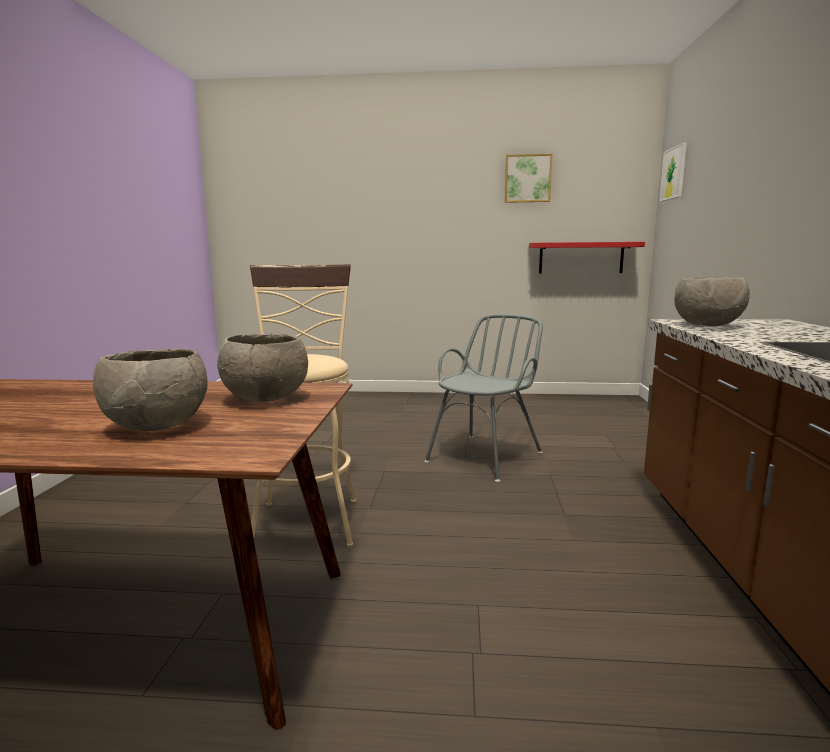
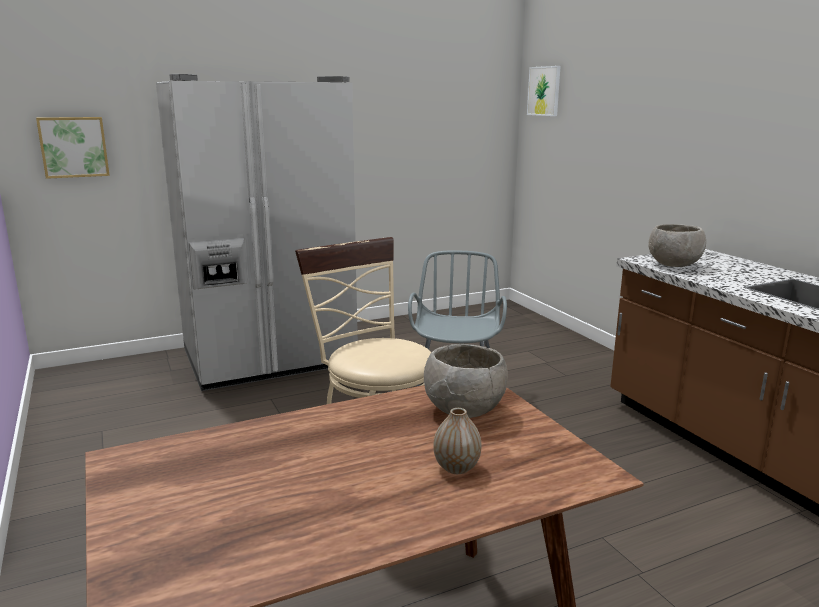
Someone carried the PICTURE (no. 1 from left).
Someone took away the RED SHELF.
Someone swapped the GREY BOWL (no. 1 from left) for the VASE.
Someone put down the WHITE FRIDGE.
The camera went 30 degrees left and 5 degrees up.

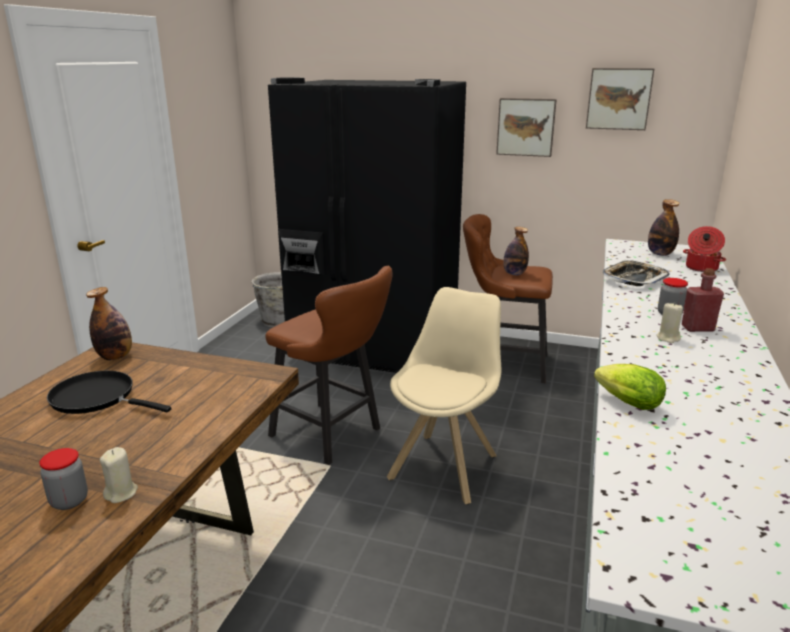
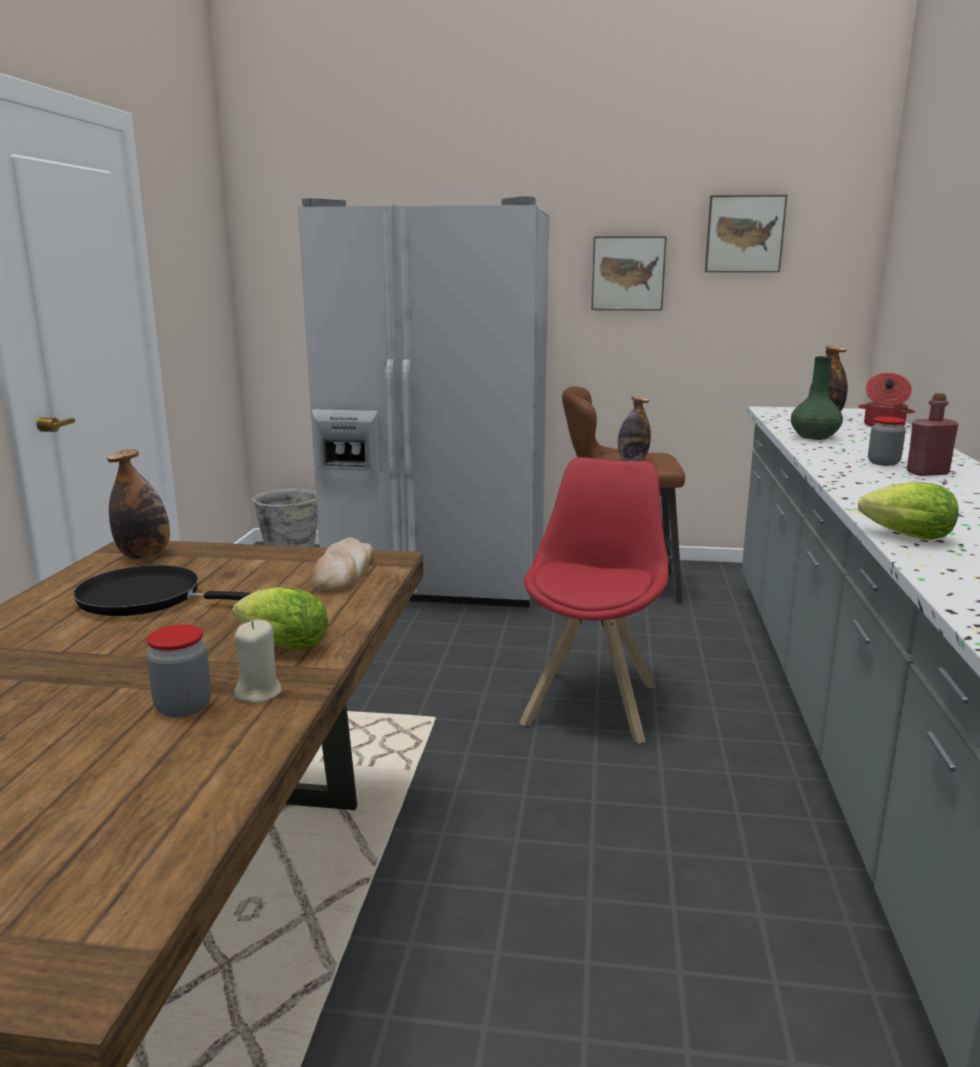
Someone repainted the BLACK FRIDGE, which became the WHITE FRIDGE.
Someone swapped the TRAY for the GREEN VASE.
Someone took away the BROWN STOOL (no. 1 from left).
Someone repainted the BEIGE CHAIR, which became the RED CHAIR.
Someone took away the BEIGE CANDLE (no. 2 from left).
Someone put down the BREAD.
Someone put down the LETTUCE (no. 1 from left).
The camera went 10 degrees left and 5 degrees down.

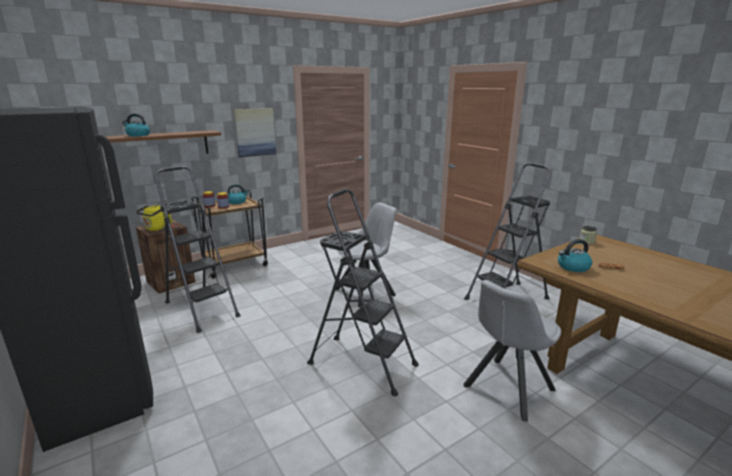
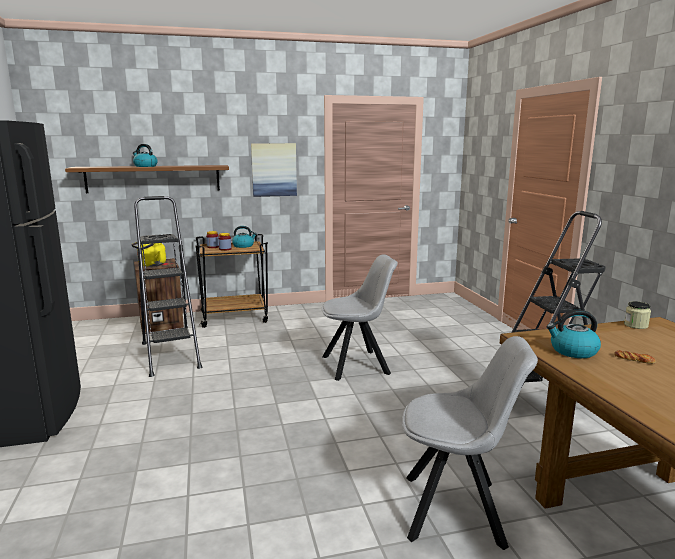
Someone took away the STEP LADDER (no. 2 from left).
Someone rotated the GREY CHAIR (no. 2 from left) by 150 degrees counterclockwise.
The camera went 20 degrees right and 5 degrees down.

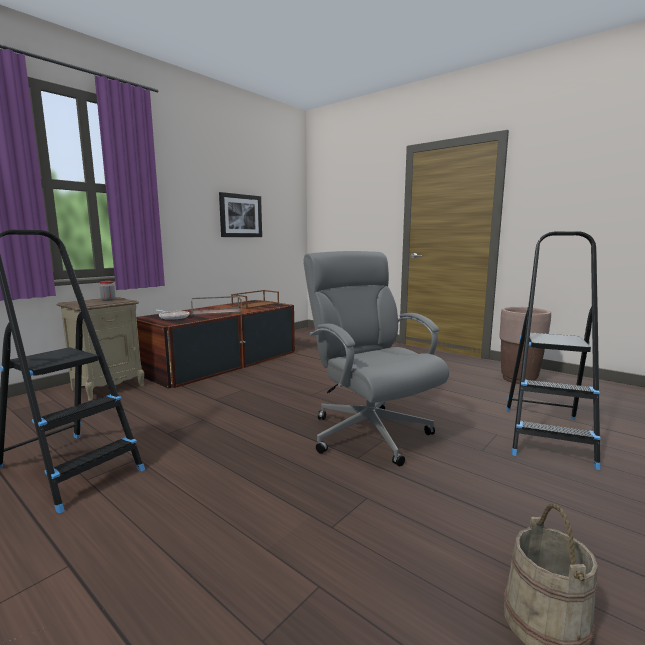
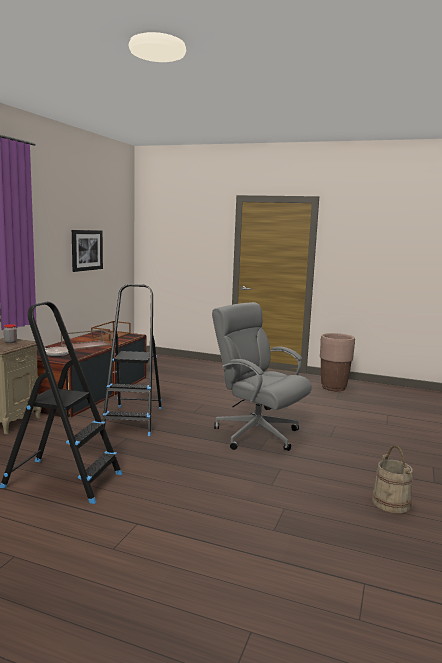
Someone carried the BLACK STEP LADDER (no. 2 from left).
The camera went 20 degrees left and 0 degrees up.

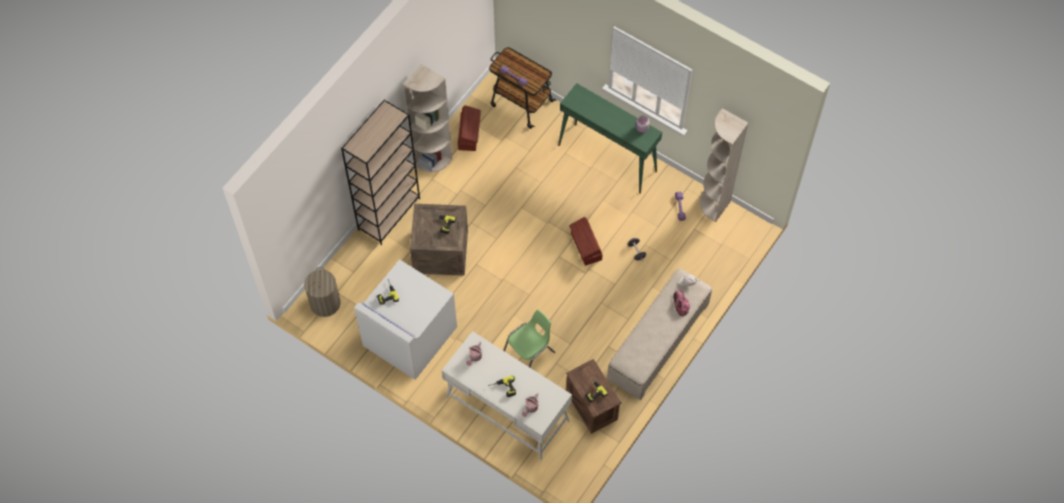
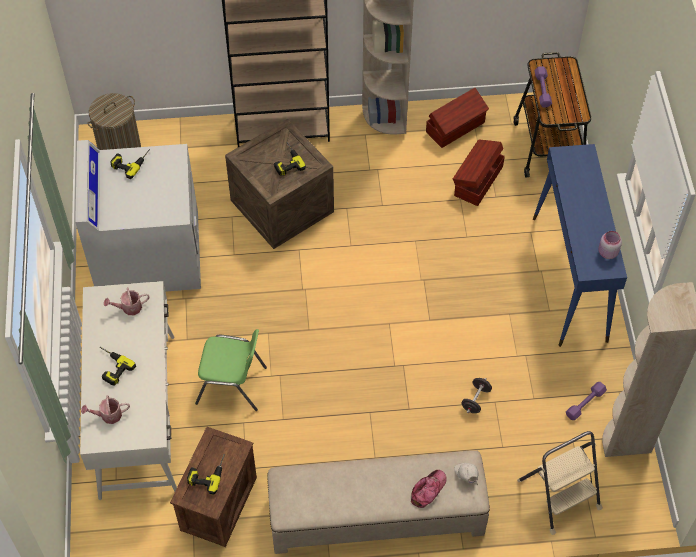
Someone repainted the GREEN CONSOLE TABLE, which became the BLUE CONSOLE TABLE.
Someone carried the BROWN STORAGE BOX (no. 2 from left).
Someone put down the BEIGE STEP LADDER.
The camera went 50 degrees right and 5 degrees down.

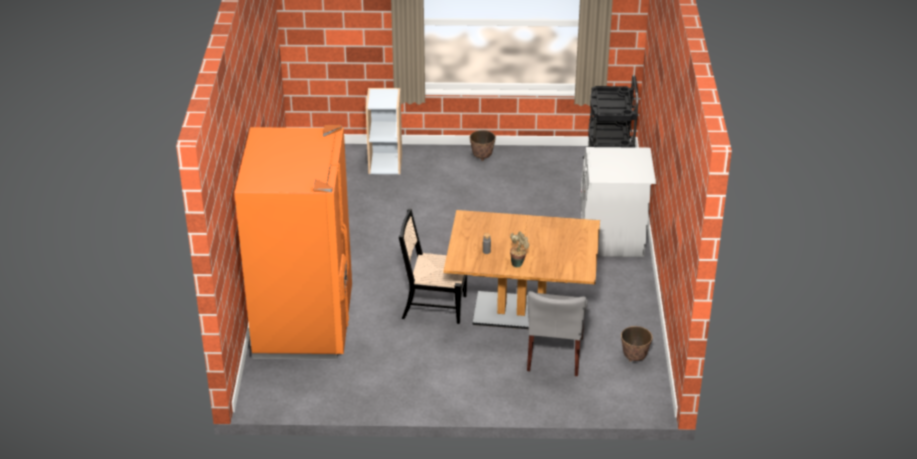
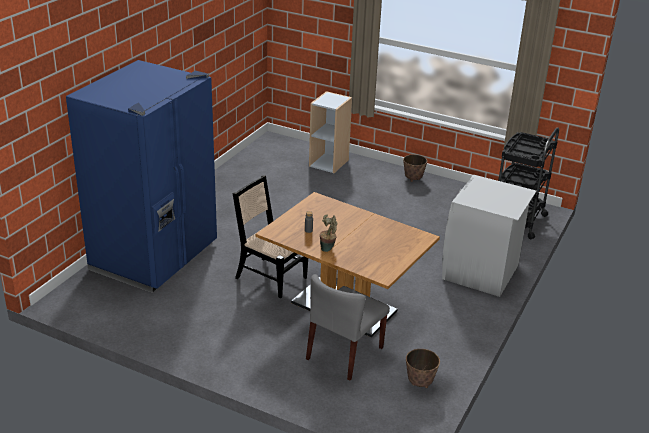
Someone repainted the ORANGE FRIDGE, which became the BLUE FRIDGE.
The camera went 25 degrees right and 5 degrees down.

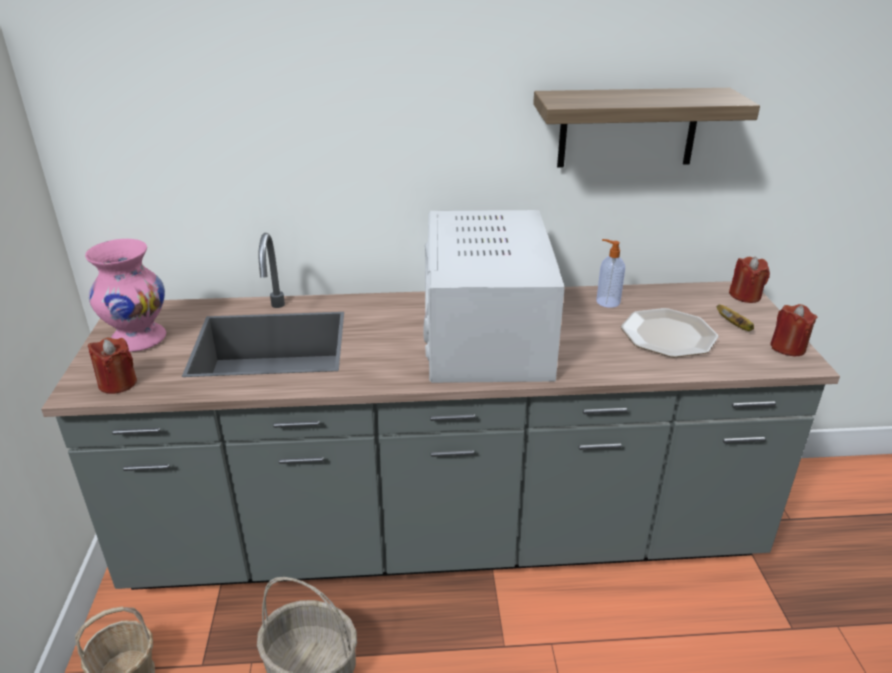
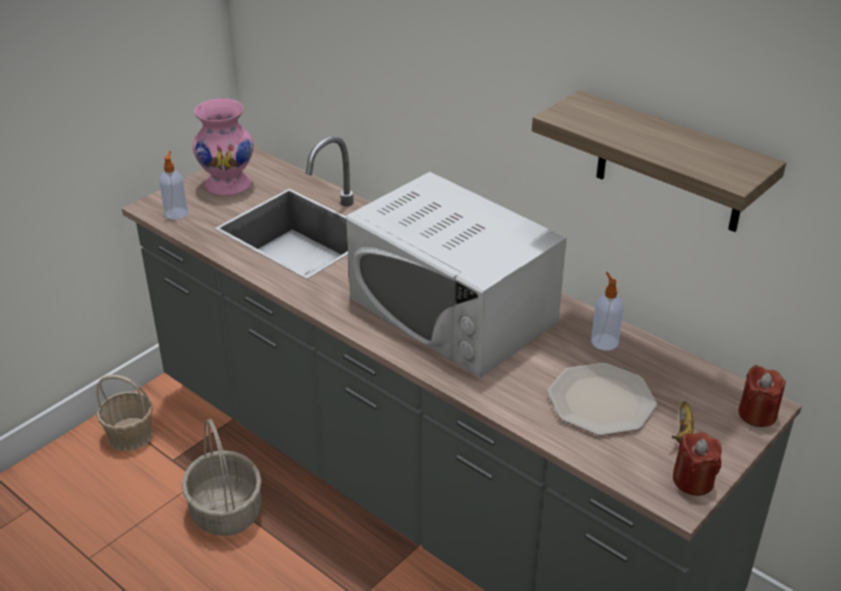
Someone rotated the WHITE MICROWAVE by 90 degrees counterclockwise.
Someone swapped the RED CANDLE (no. 1 from left) for the SOAP DISPENSER (no. 1 from left).
The camera went 45 degrees right and 5 degrees up.

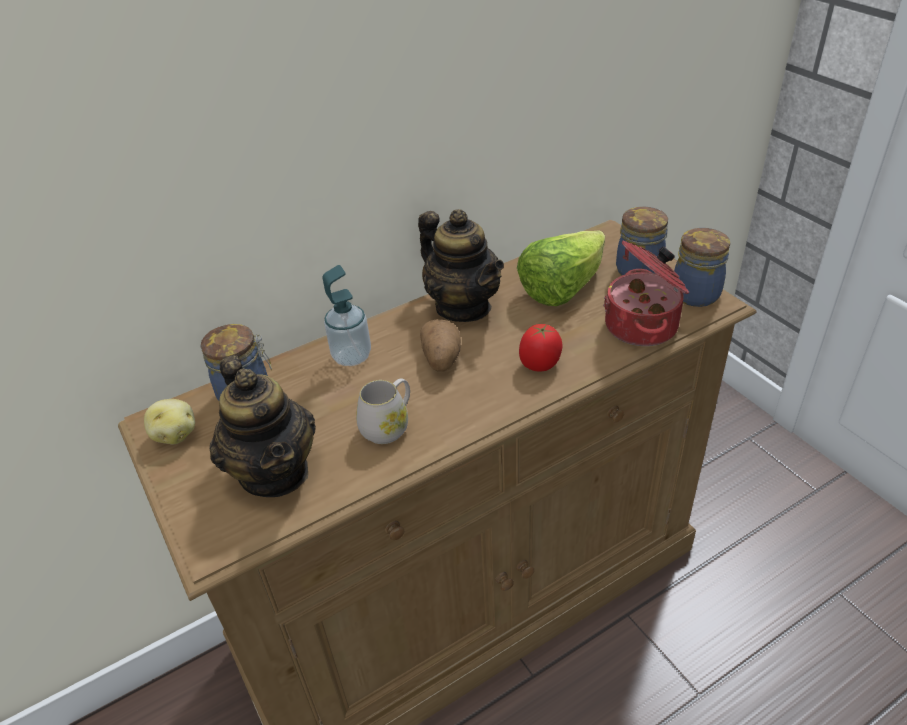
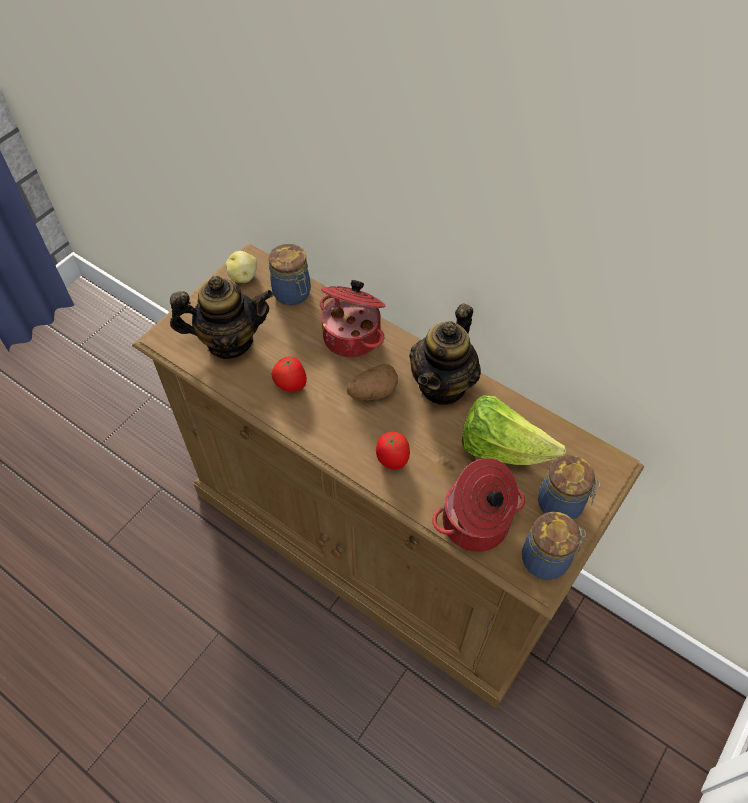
Someone swapped the SOAP DISPENSER for the COOKING POT (no. 1 from left).
Someone rotated the TEAPOT (no. 1 from left) by 135 degrees counterclockwise.
Someone swapped the WHITE MUG for the TOMATO (no. 1 from left).
The camera went 65 degrees right and 15 degrees up.

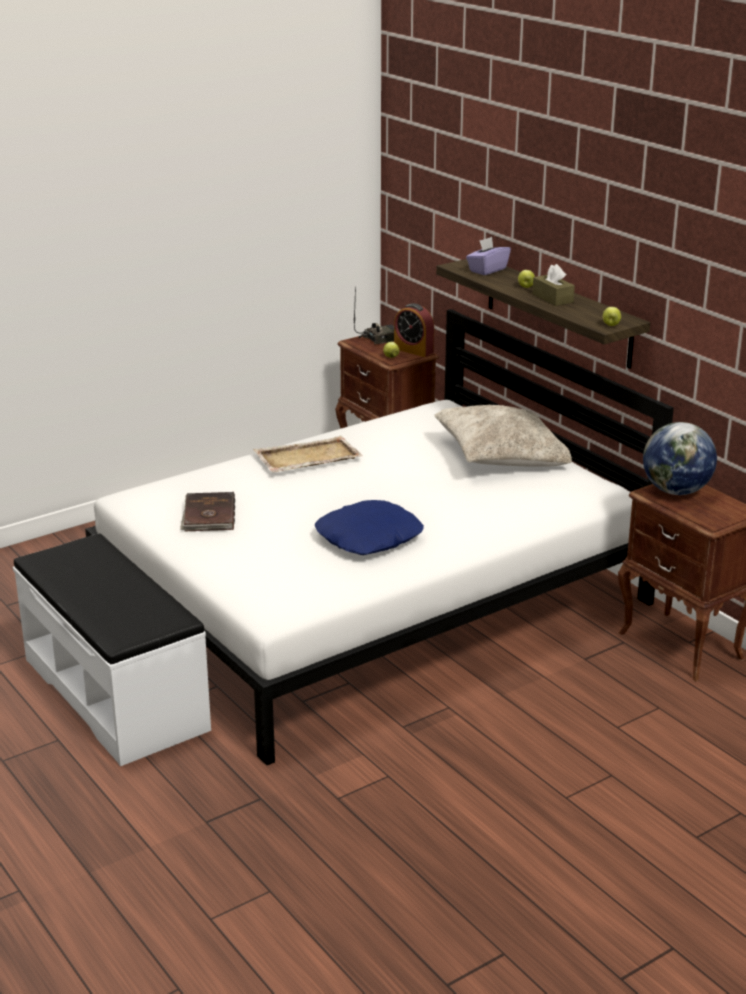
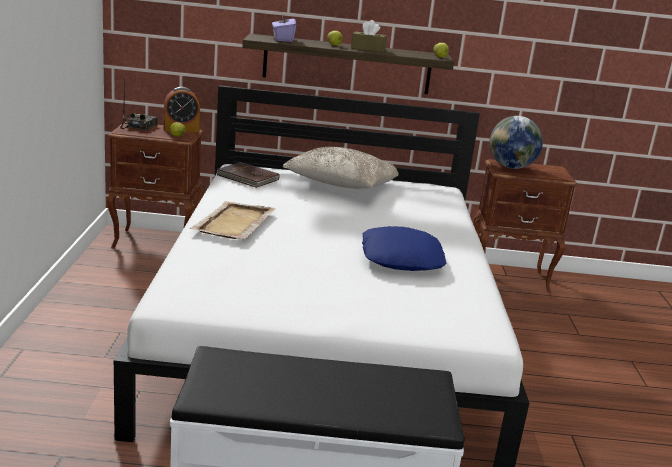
Someone carried the BROWN BOOK.
The camera went 55 degrees left and 5 degrees down.

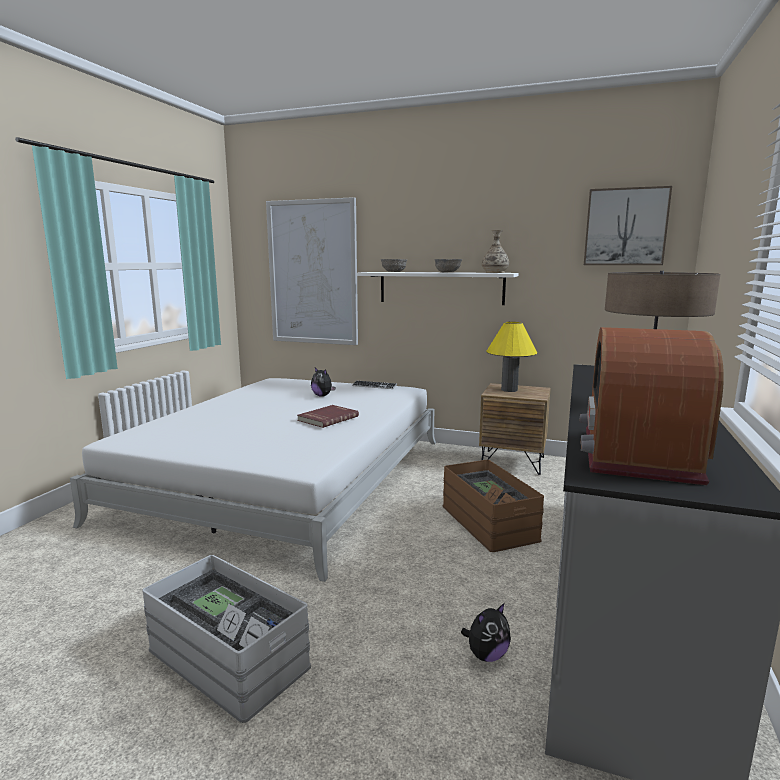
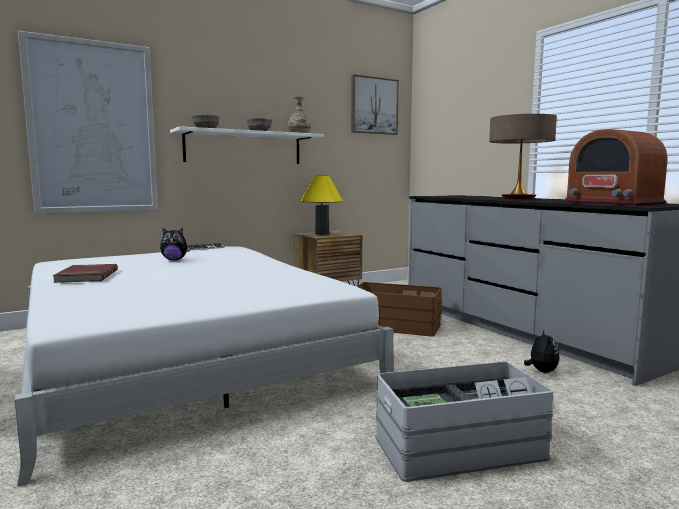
Someone carried the RED BOOK.
The camera went 50 degrees left and 5 degrees down.

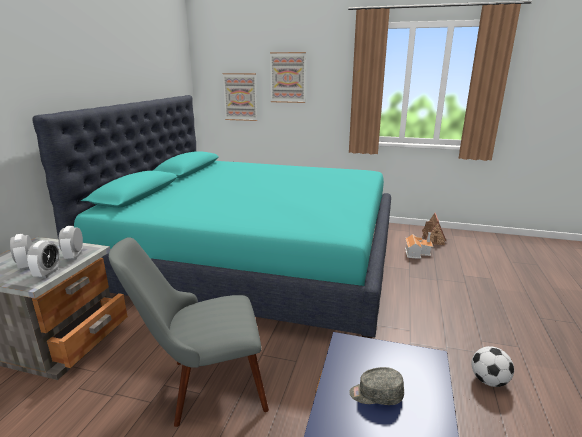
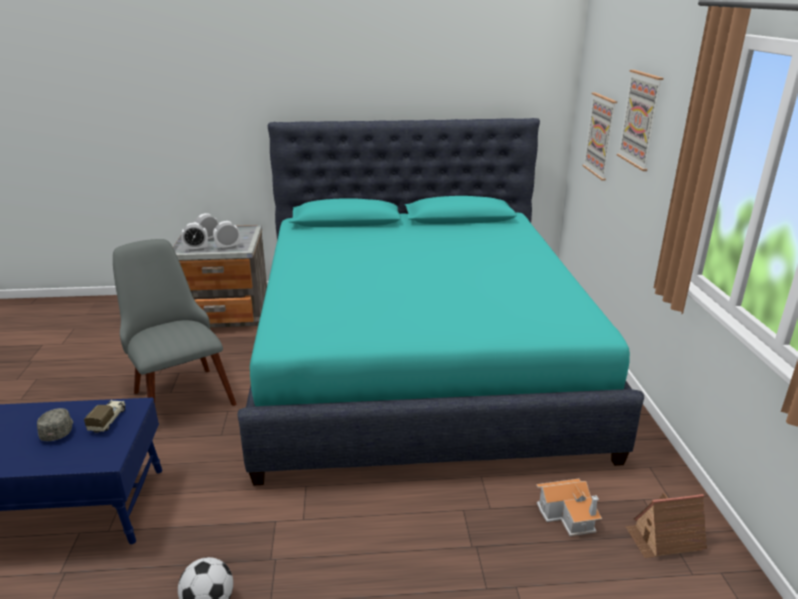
Someone put down the TOY TRUCK.
The camera went 70 degrees right and 5 degrees up.

